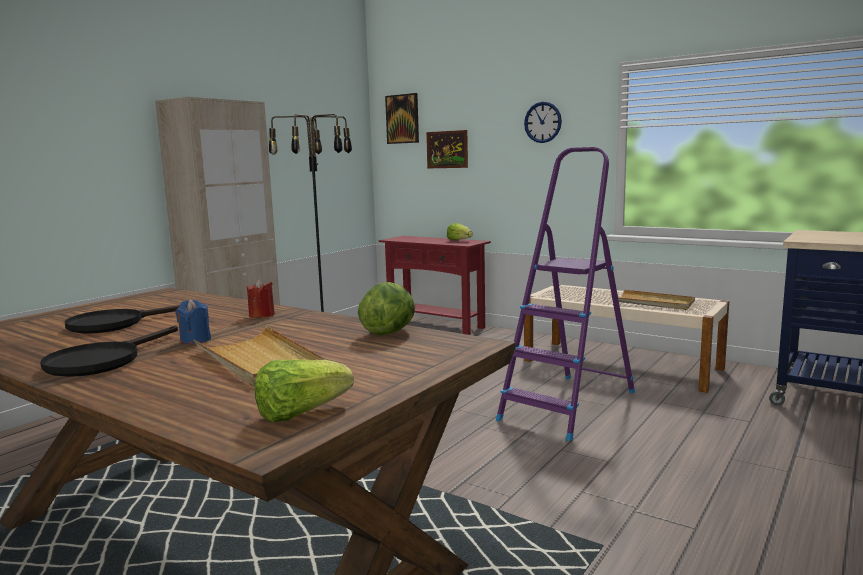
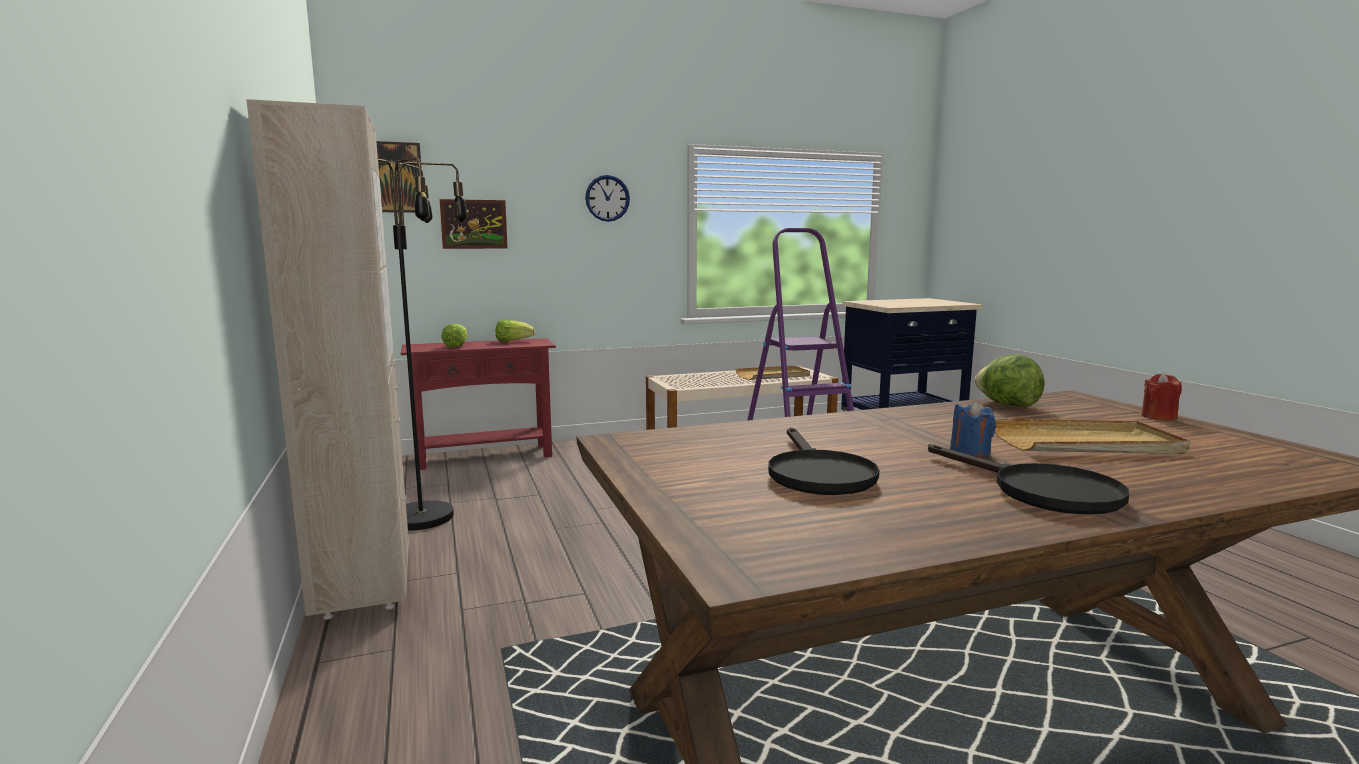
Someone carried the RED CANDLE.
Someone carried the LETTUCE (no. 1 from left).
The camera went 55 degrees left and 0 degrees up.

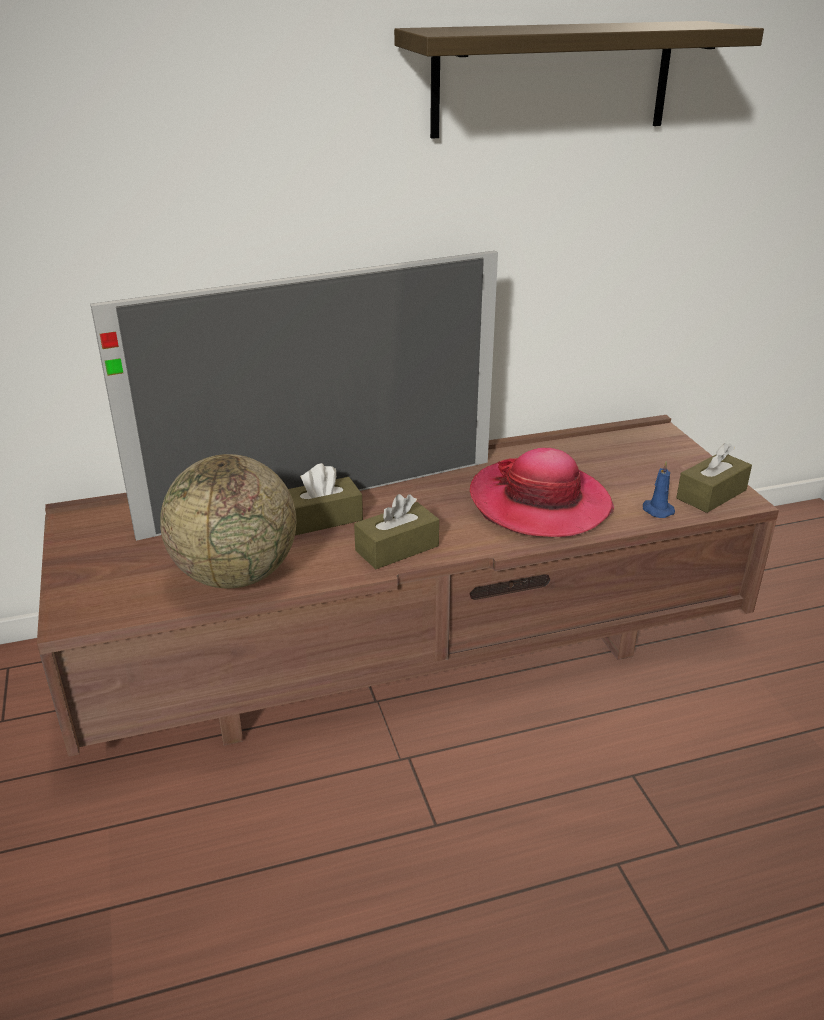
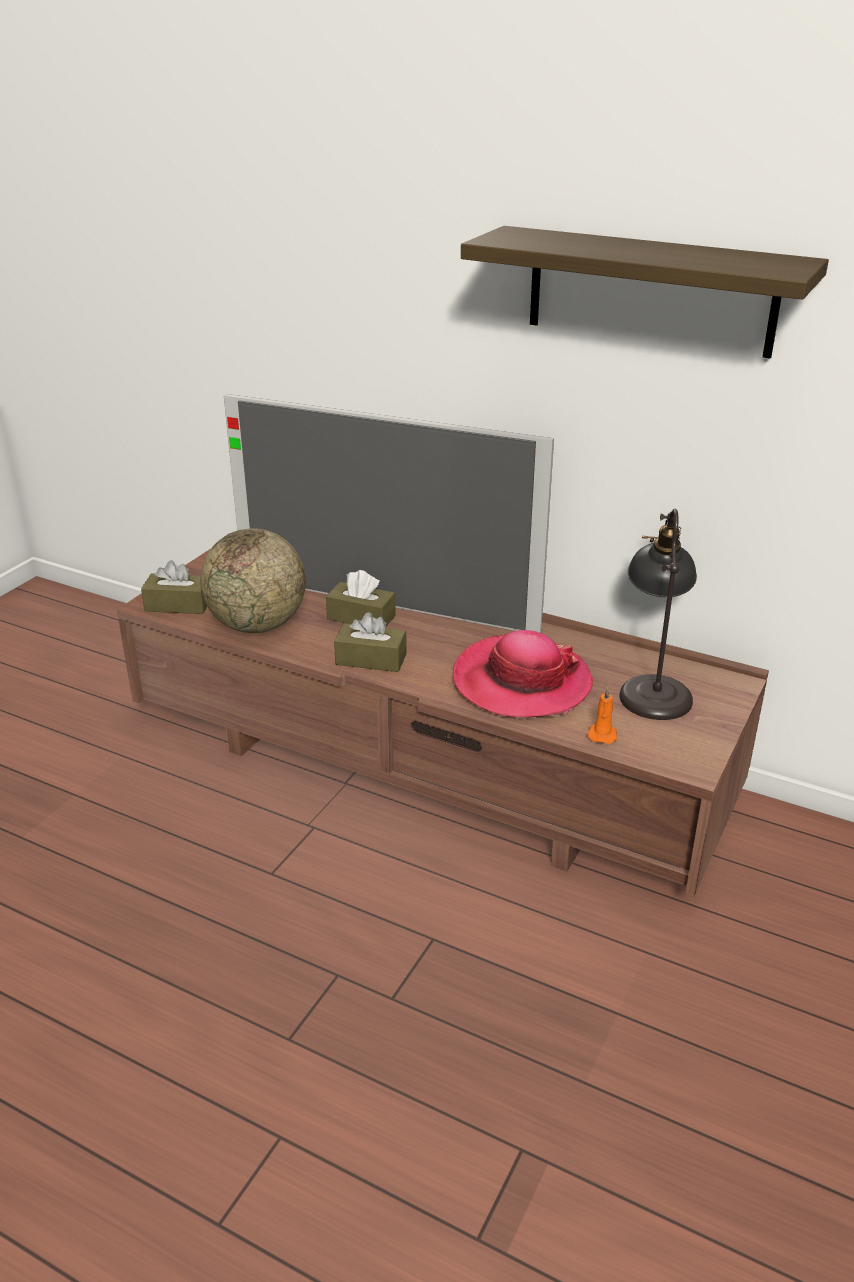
Someone carried the BROWN TISSUE BOX (no. 3 from left in the first image).
Someone repainted the BLUE CANDLE, which became the ORANGE CANDLE.
Someone put down the GREY TABLE LAMP.
The camera went 45 degrees right and 0 degrees up.

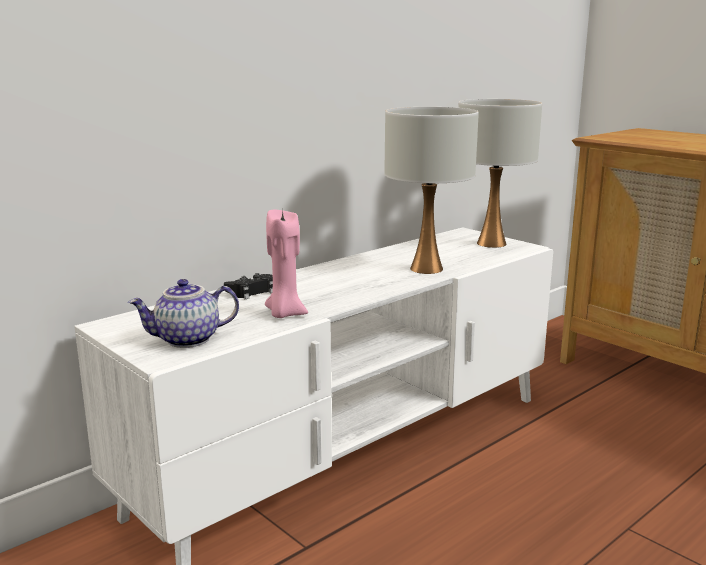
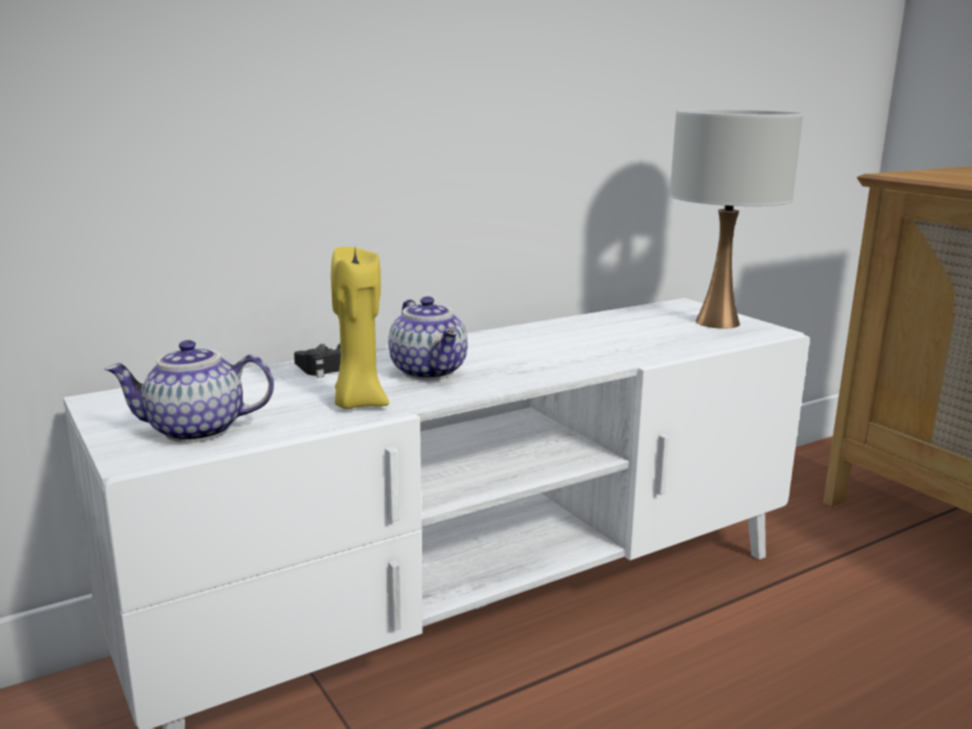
Someone took away the WHITE TABLE LAMP (no. 1 from left).
Someone repainted the PINK CANDLE, which became the YELLOW CANDLE.
Someone put down the TEAPOT (no. 2 from left).
The camera went 10 degrees right and 0 degrees up.

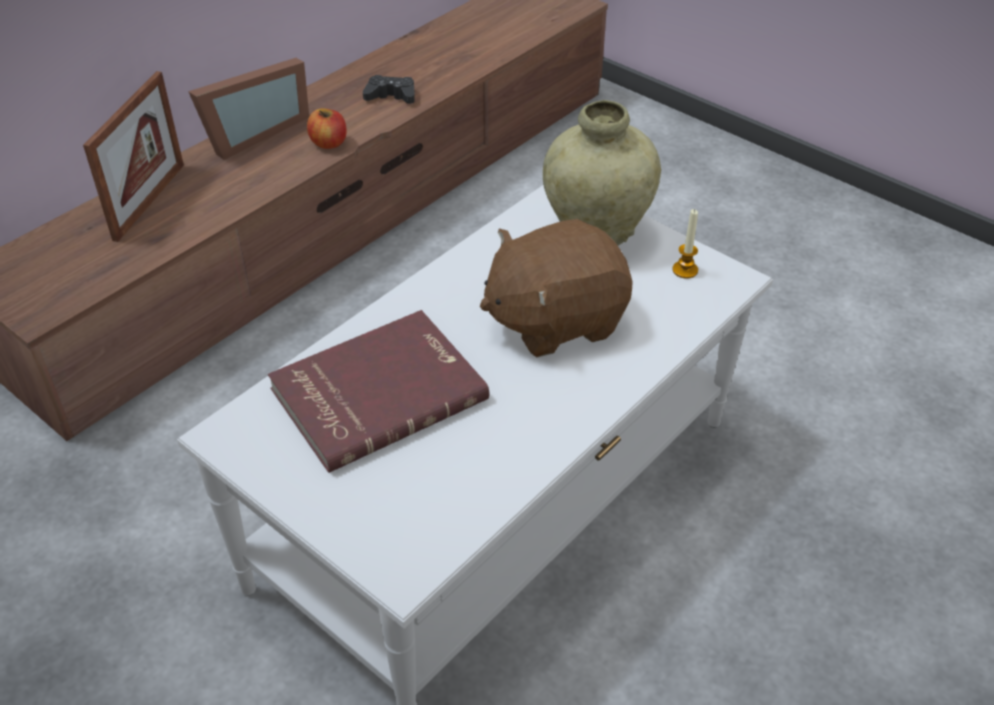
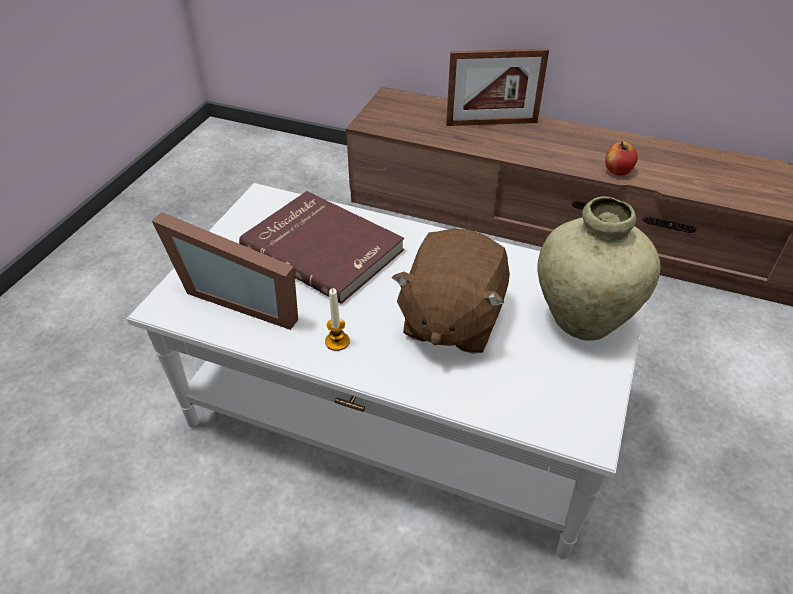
Someone carried the PICTURE FRAME (no. 2 from left in the first image).
Someone took away the BLACK GAME CONTROLLER.
Someone carried the CANDLE.
Someone rotated the BROWN PLUSH TOY by 120 degrees counterclockwise.
The camera went 70 degrees right and 0 degrees up.

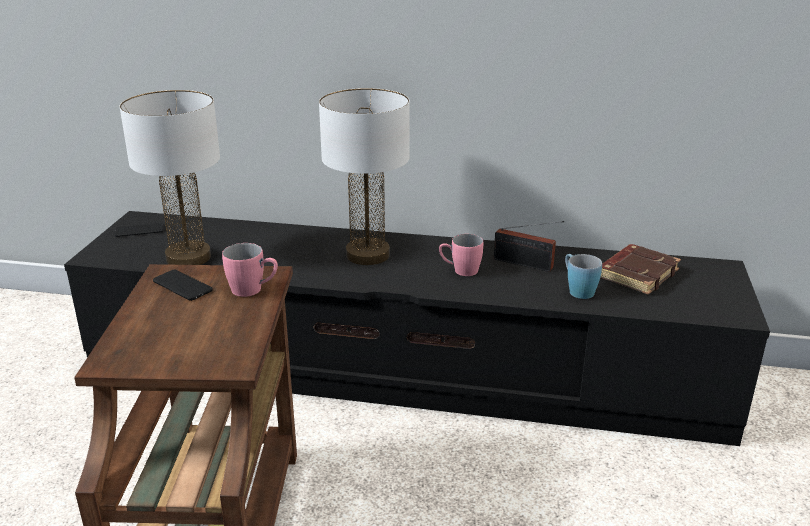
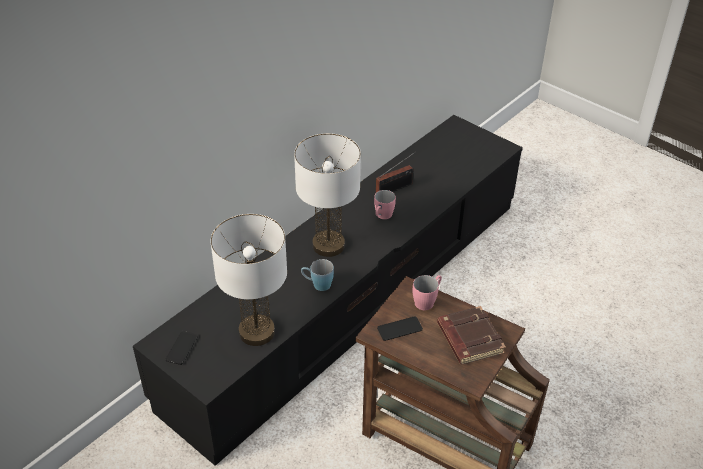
Someone carried the BROWN BOOK.
Someone carried the BLUE MUG.
The camera went 60 degrees left and 15 degrees up.

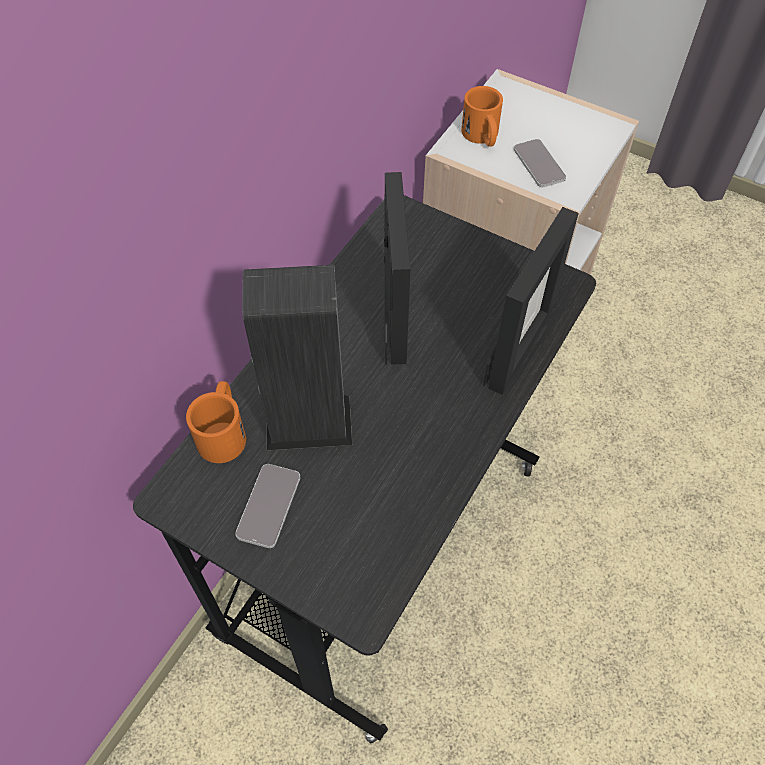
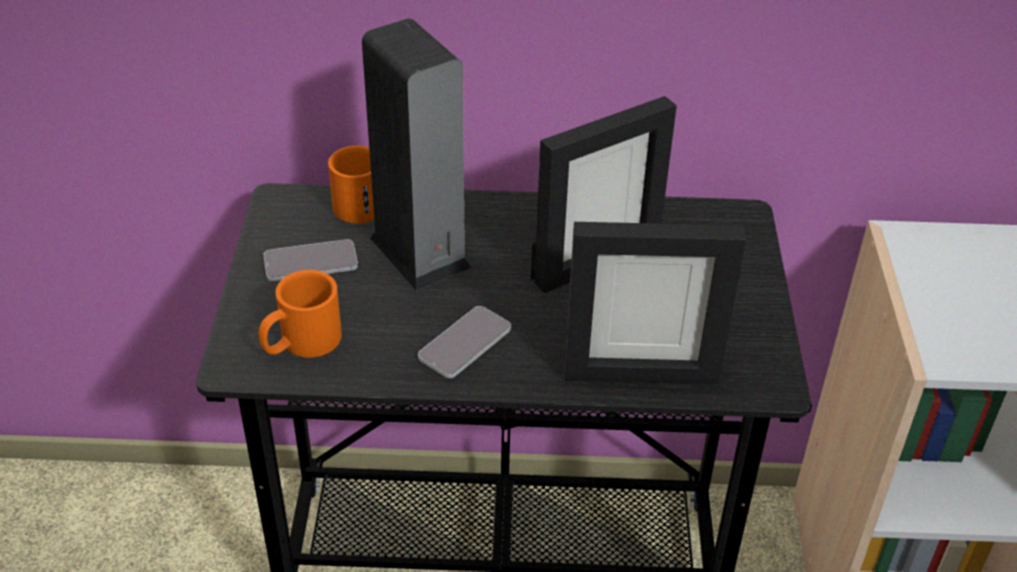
Someone carried the ORANGE MUG (no. 2 from left in the first image).
Someone carried the PHONE (no. 2 from left).
The camera went 60 degrees right and 15 degrees down.

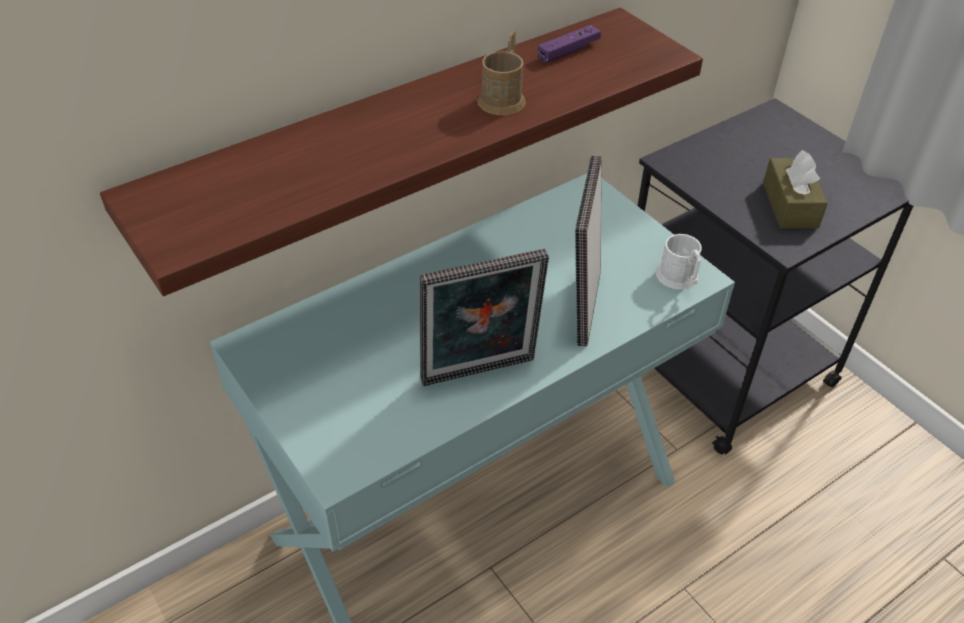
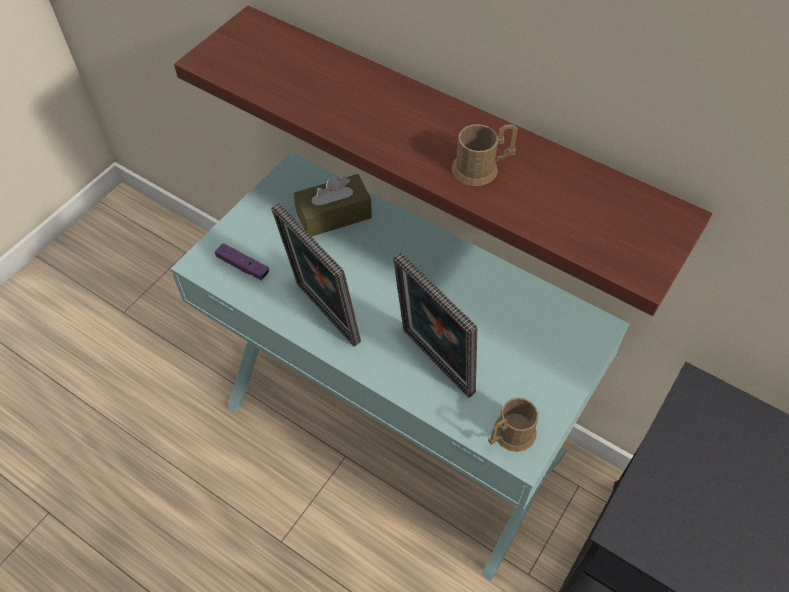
Someone carried the PURPLE GAME CONTROLLER.
Someone carried the BROWN TISSUE BOX.
Someone rotated the PICTURE FRAME (no. 2 from left) by 120 degrees counterclockwise.
Someone repainted the WHITE MUG, which became the BROWN MUG (no. 2 from left).
The camera went 70 degrees right and 10 degrees up.

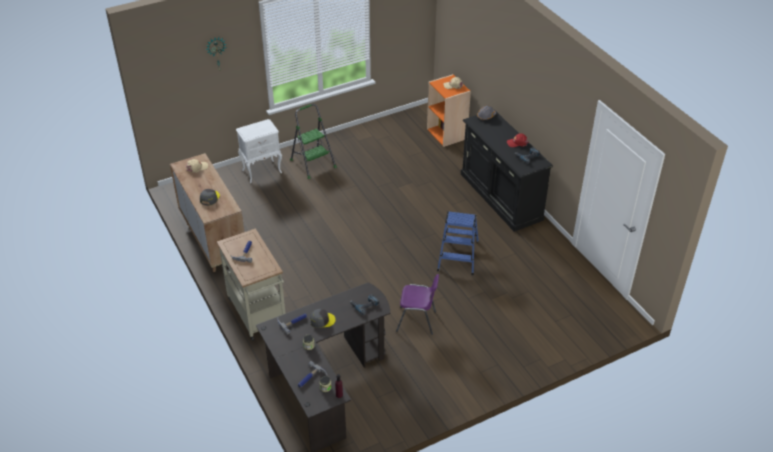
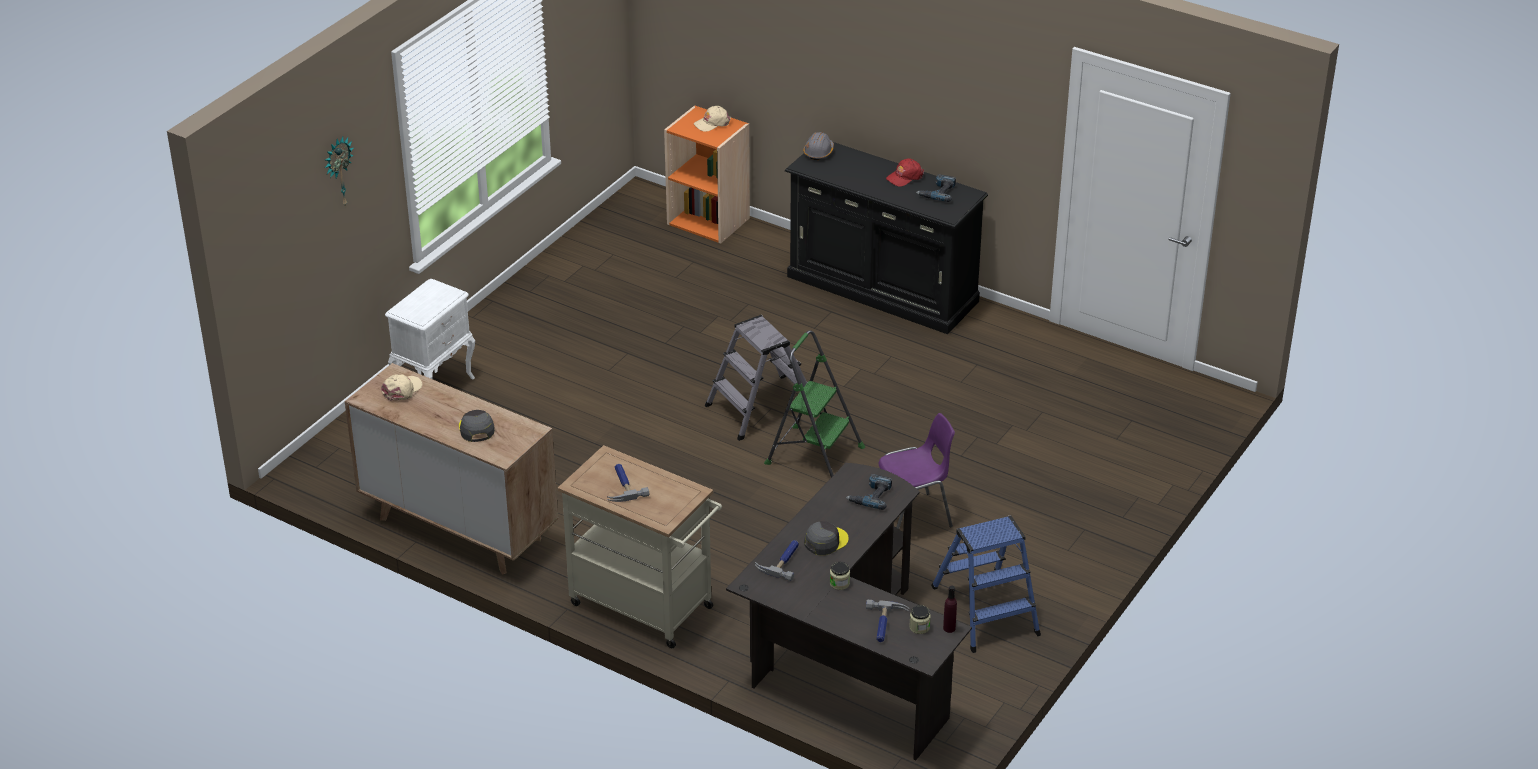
Someone carried the GREEN STEP LADDER.
Someone carried the BLUE STEP LADDER.
Someone put down the GREY STEP LADDER.
The camera went 30 degrees left and 5 degrees down.

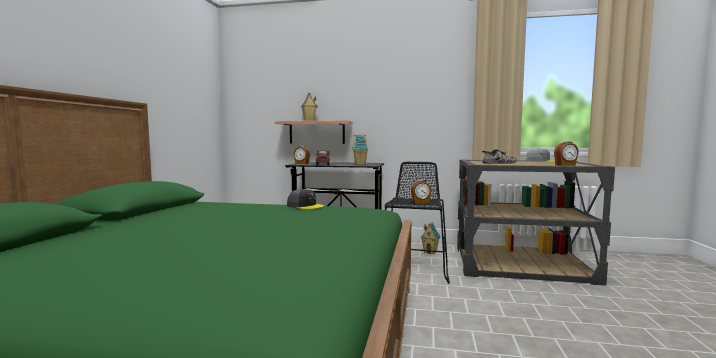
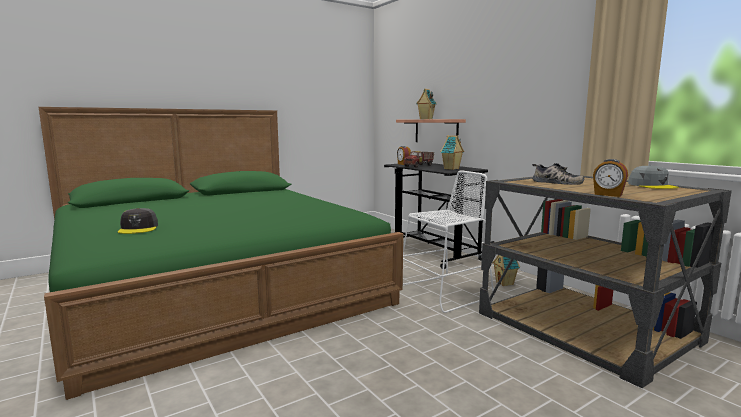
Someone repainted the BLACK STOOL, which became the WHITE STOOL.
Someone took away the ALARM CLOCK (no. 2 from left).
Someone carried the GREY CAP (no. 1 from left).
The camera went 45 degrees right and 5 degrees up.

